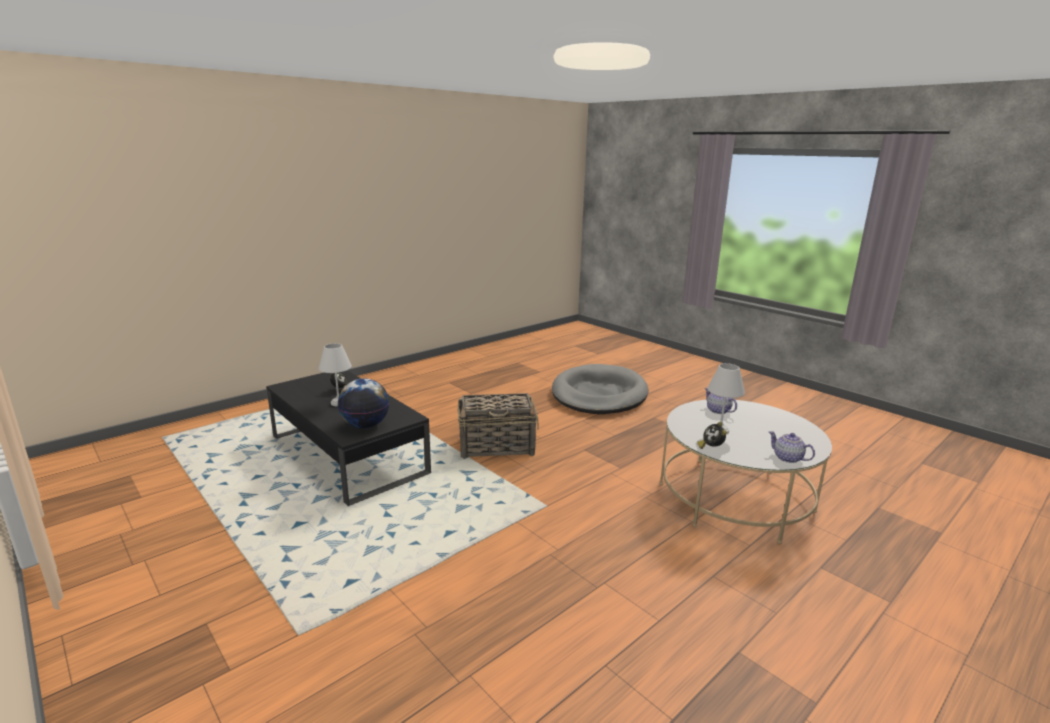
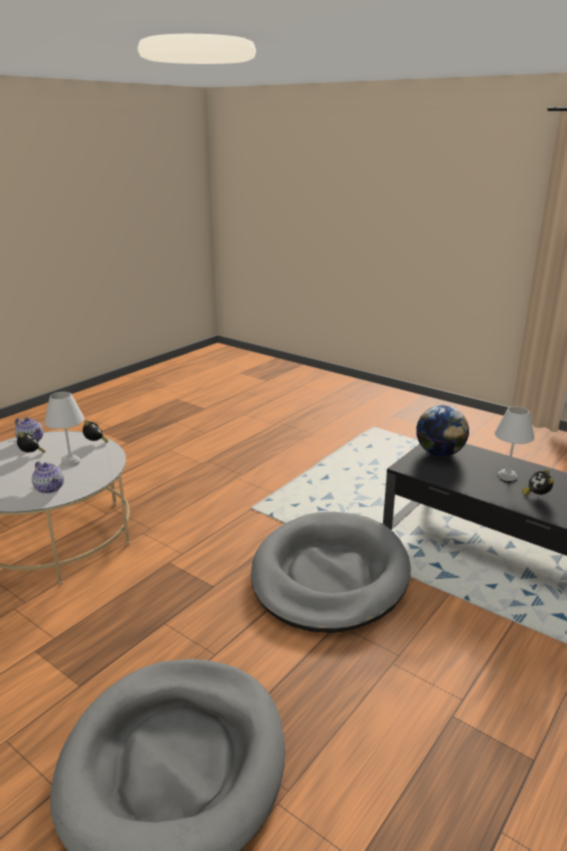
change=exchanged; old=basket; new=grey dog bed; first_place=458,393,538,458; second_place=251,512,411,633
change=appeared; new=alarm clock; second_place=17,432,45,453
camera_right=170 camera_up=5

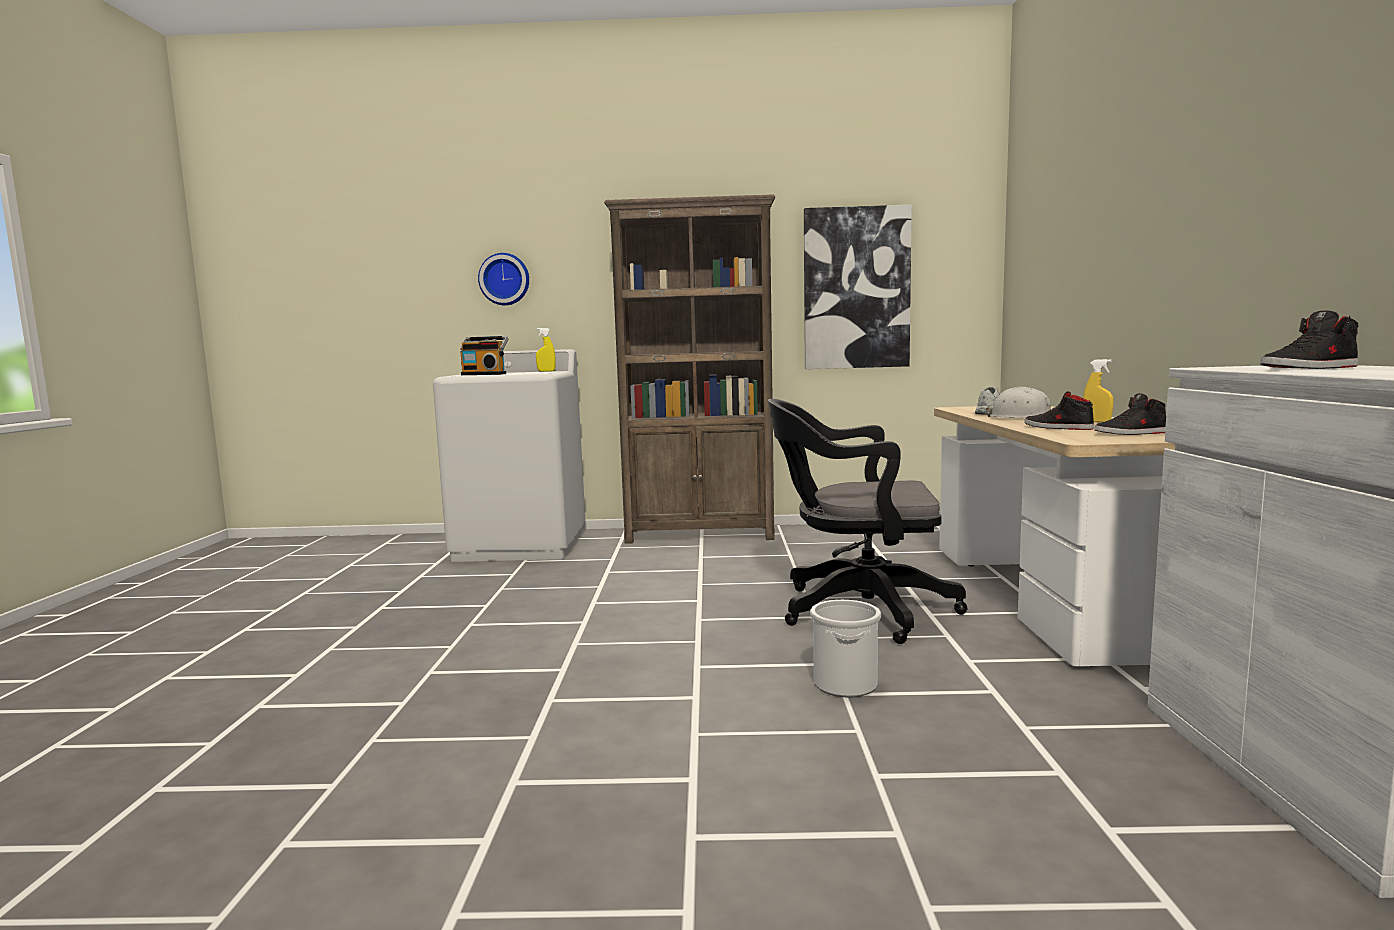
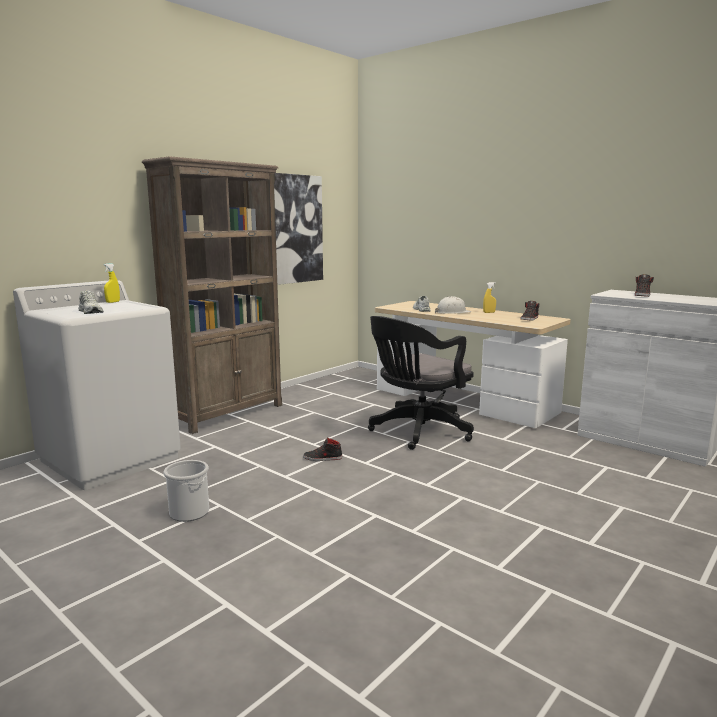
change=missing; old=wall clock; first_place=478,253,529,305
change=exchanged; old=radio; new=white shoe; first_place=460,336,508,375; second_place=78,291,104,314
change=relocated; old=black shoe; first_place=1024,391,1094,430; second_place=303,437,342,461
change=relocated; old=bucket; first_place=810,600,881,698; second_place=164,460,209,522
camera_right=-50 camera_up=5

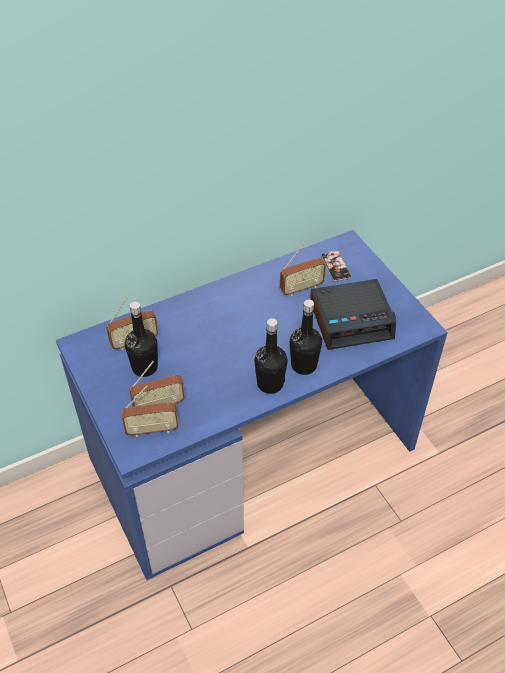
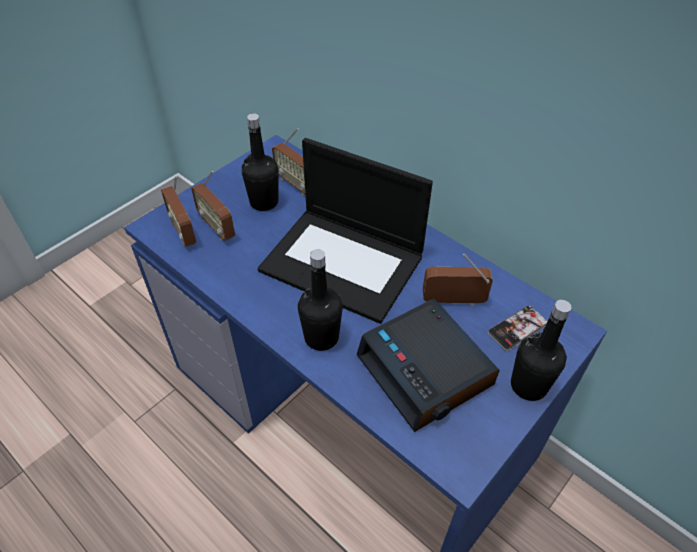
change=spun; old=radio; first_place=280,244,326,296; second_place=423,254,493,306; degrees=135
change=relocated; old=black bottle; first_place=254,318,288,394; second_place=511,300,571,401
change=appeared; new=laptop; second_place=258,138,433,324
camera_right=70 camera_up=0

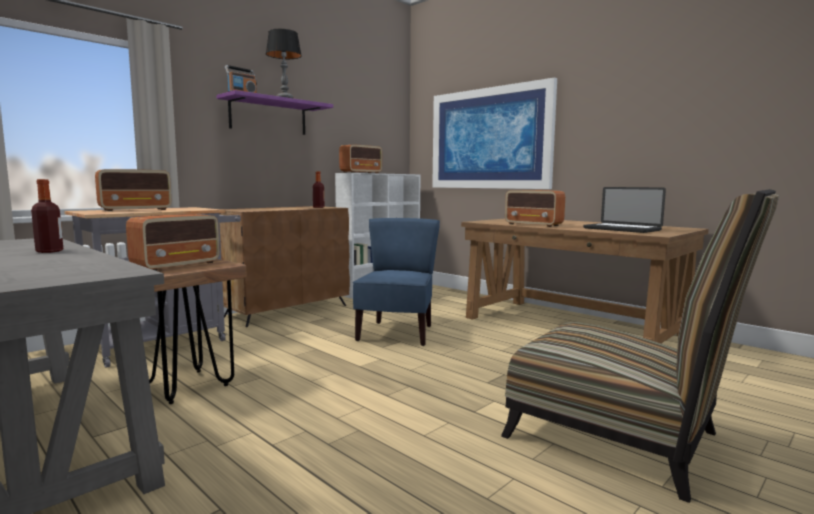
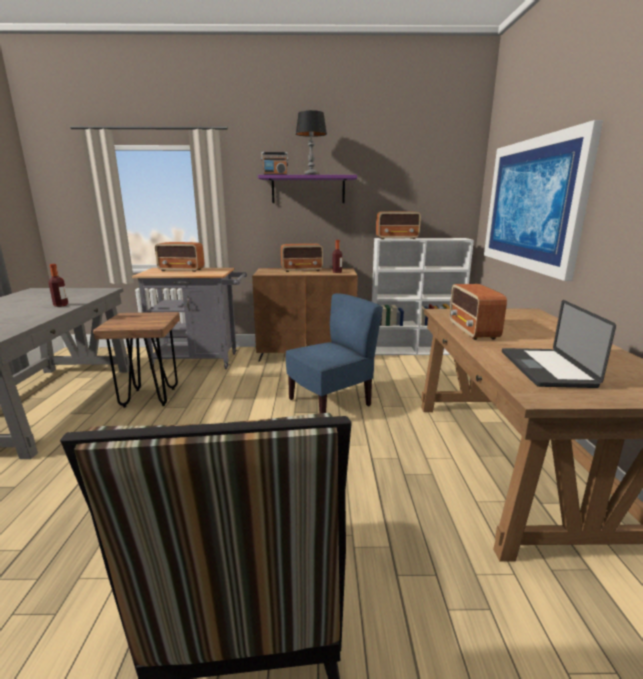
change=relocated; old=radio; first_place=126,214,220,271; second_place=281,244,323,272
camera_right=45 camera_up=10

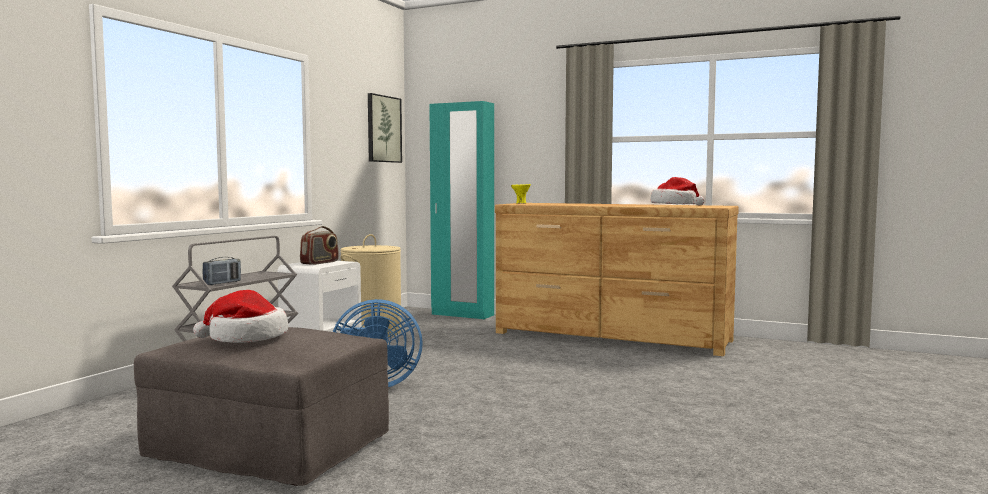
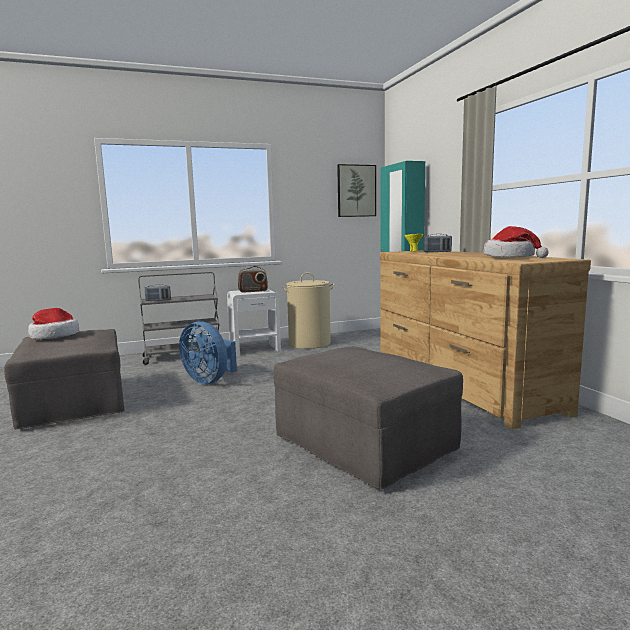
change=appeared; new=radio; second_place=423,234,452,252
change=appeared; new=grey ottoman; second_place=274,346,463,489
camera_right=45 camera_up=5

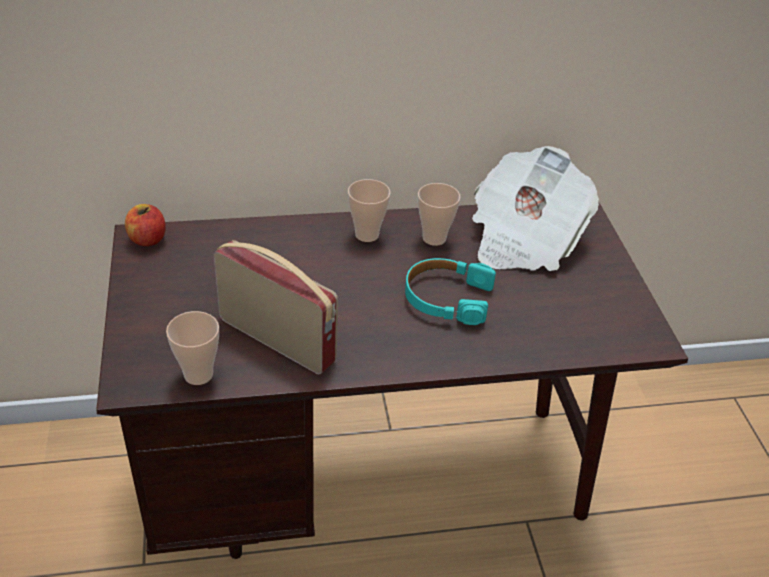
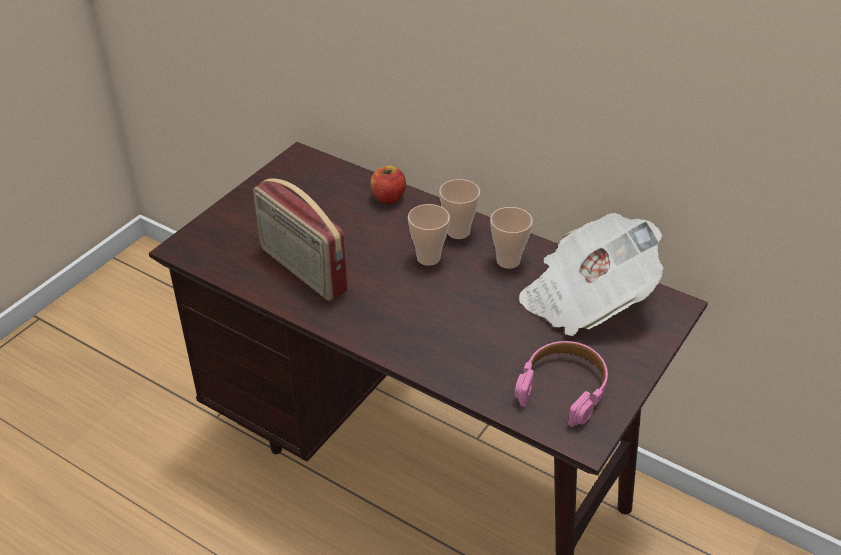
change=relocated; old=apple; first_place=125,204,166,246; second_place=371,166,406,204
change=spun; old=radio; first_place=213,240,338,375; second_place=253,178,348,301; degrees=150
change=missing; old=turquoise headphones; first_place=405,258,496,325
change=relocated; old=cup; first_place=166,311,219,385; second_place=408,204,450,266
change=appeared; new=pink headphones; second_place=514,341,608,427
camera_right=45 camera_up=0

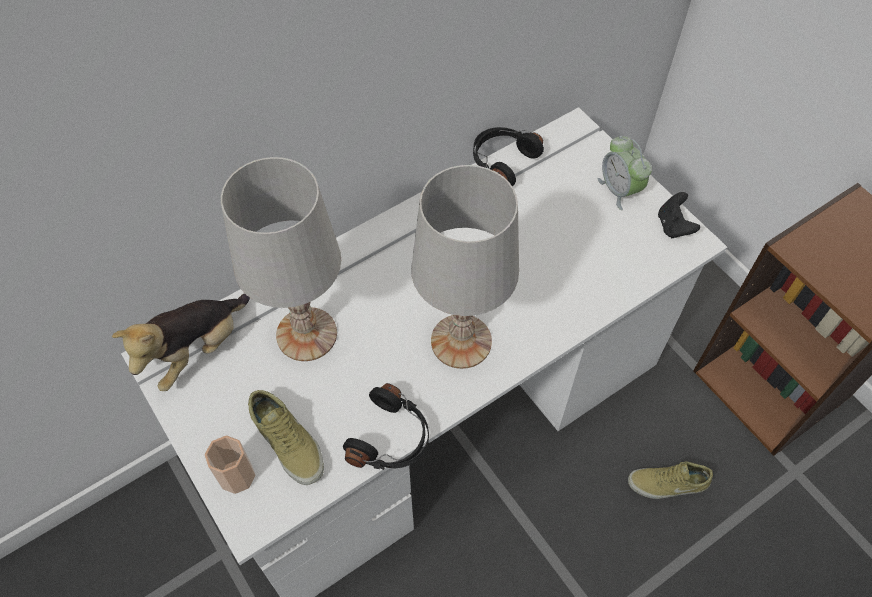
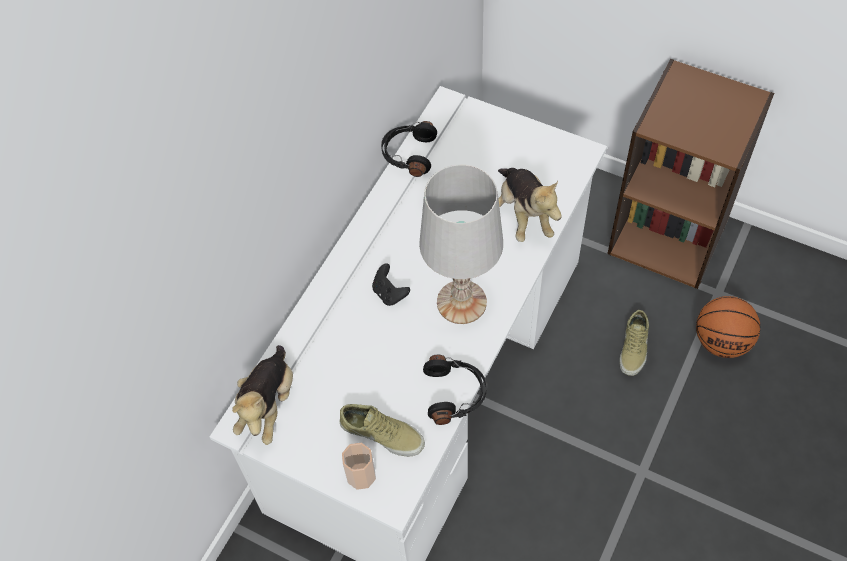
change=missing; old=alarm clock; first_place=598,136,652,211
change=missing; old=white table lamp; first_place=221,157,341,361
change=relocated; old=black game controller; first_place=658,192,700,238; second_place=372,263,410,306
change=spun; old=beige shoe; first_place=628,461,713,499; second_place=619,310,649,376; degrees=-45
change=appeared; new=plush toy; second_place=498,168,562,242
change=appeared; new=basketball; second_place=696,296,760,358
camera_right=-25 camera_up=0

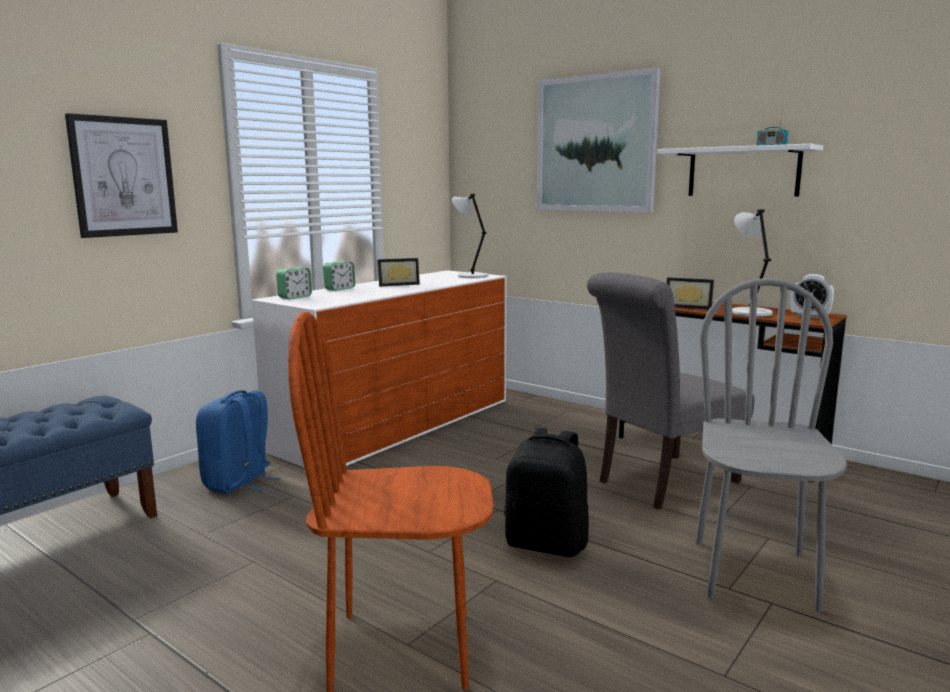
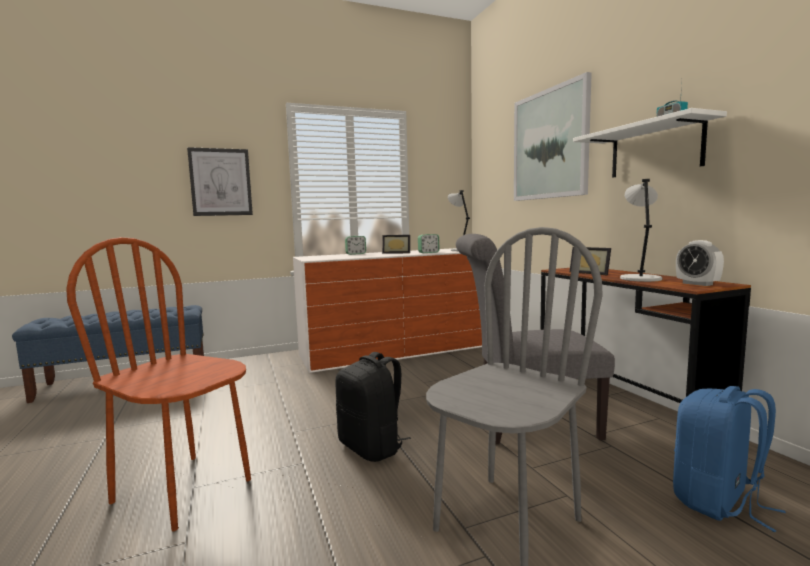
change=relocated; old=alarm clock; first_place=276,267,312,299; second_place=418,234,439,253
change=relocated; old=blue backpack; first_place=196,390,281,494; second_place=673,386,786,532
camera_right=30 camera_up=-5

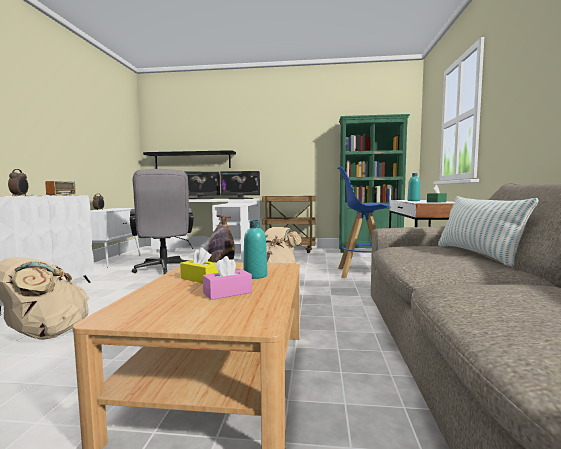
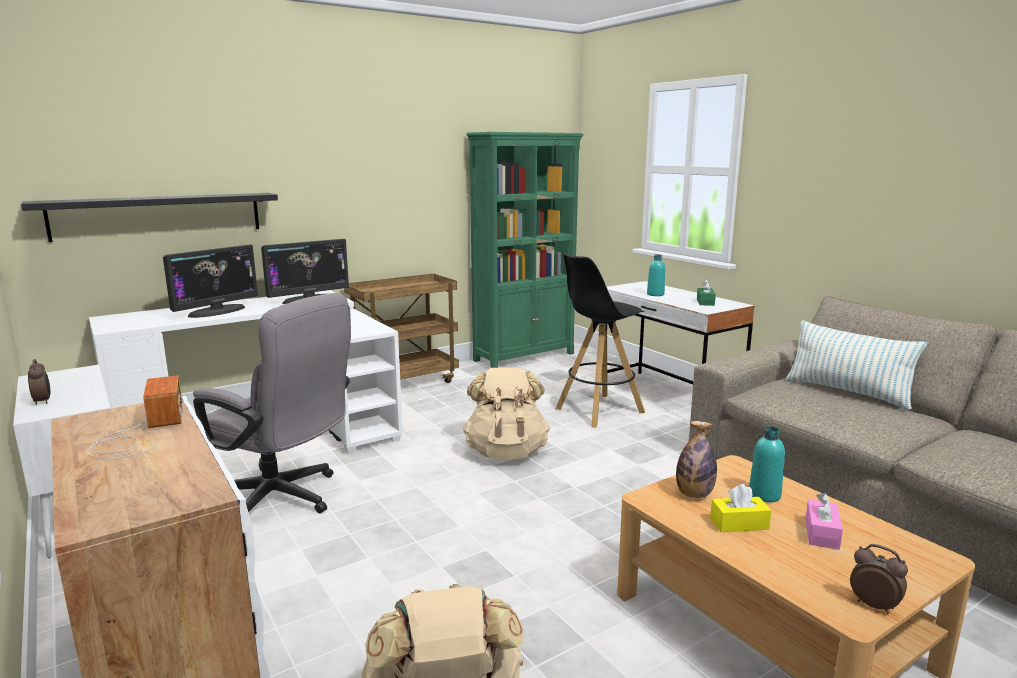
change=colour; old=blue stool; new=black stool; first_place=337,167,389,278; second_place=555,253,645,428
change=relocated; old=alarm clock; first_place=8,169,28,196; second_place=850,544,908,614
camera_right=-40 camera_up=10

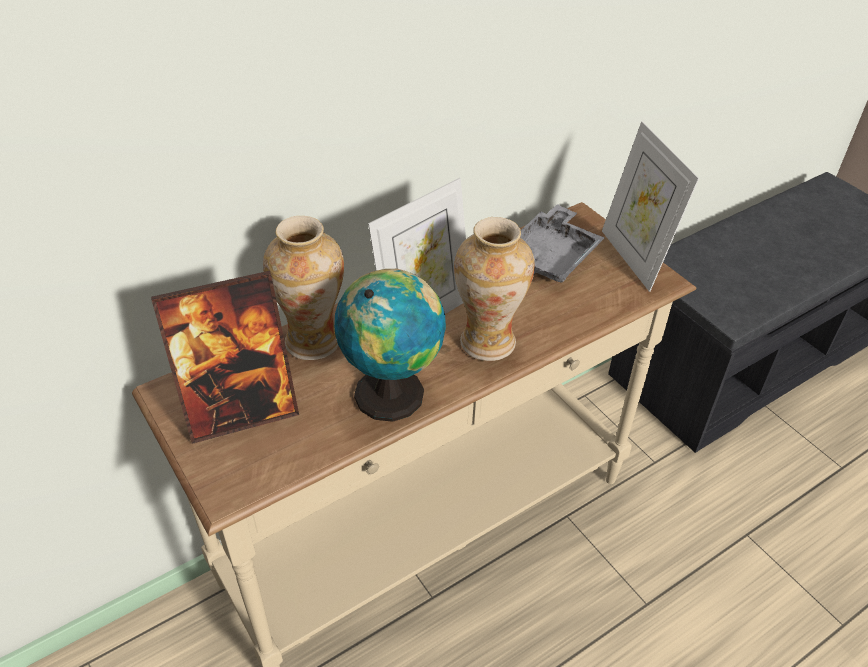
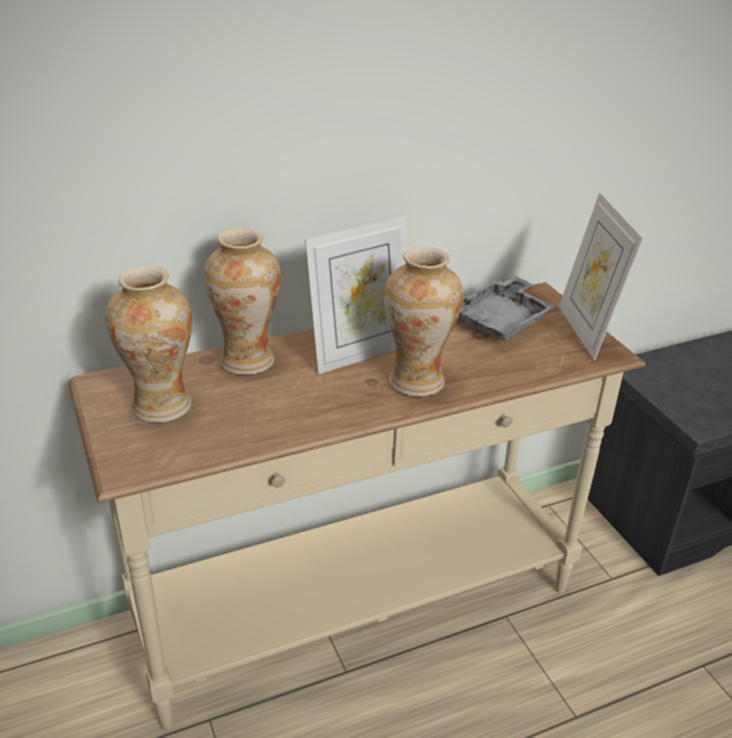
change=missing; old=globe; first_place=334,269,446,422
change=exchanged; old=picture frame; new=vase; first_place=151,271,299,444; second_place=105,265,192,423
camera_right=10 camera_up=-10

